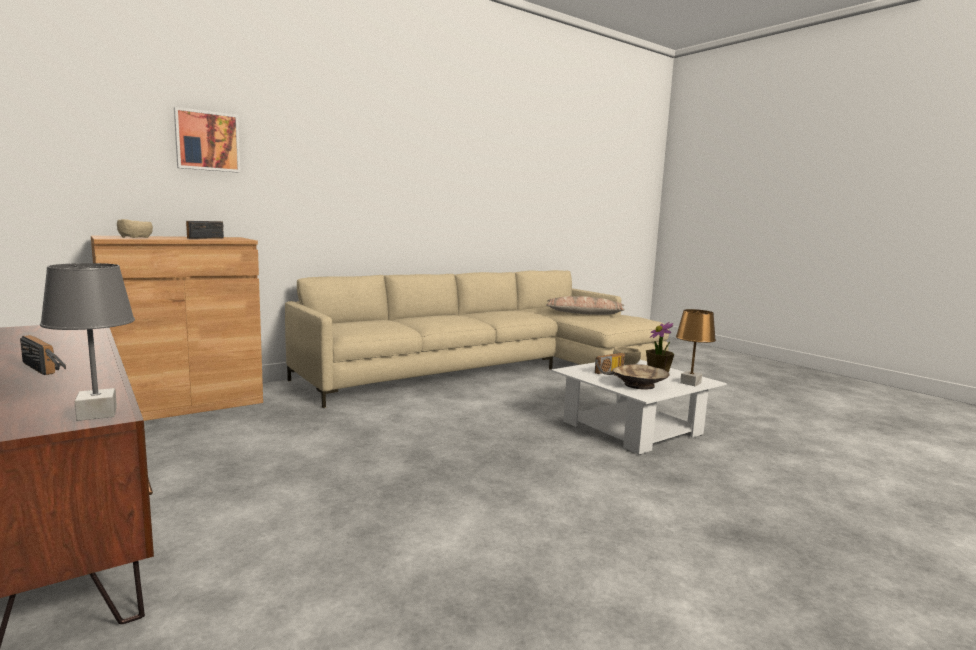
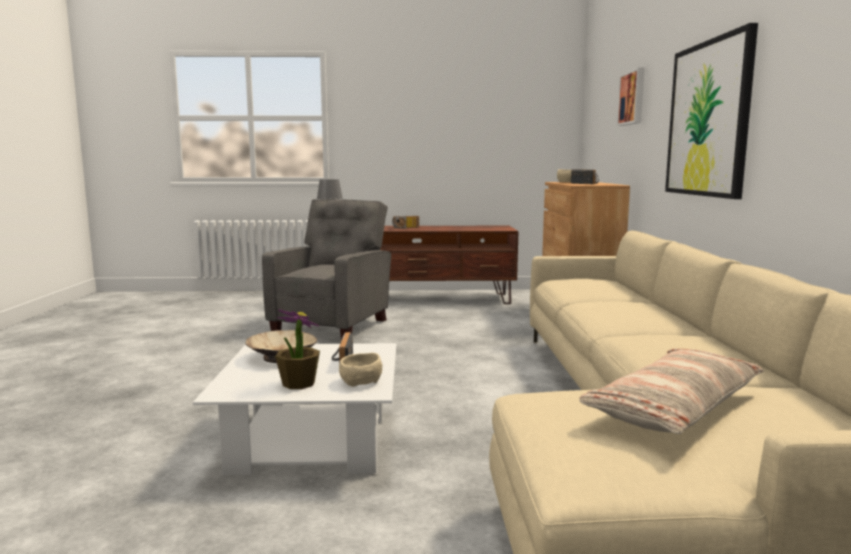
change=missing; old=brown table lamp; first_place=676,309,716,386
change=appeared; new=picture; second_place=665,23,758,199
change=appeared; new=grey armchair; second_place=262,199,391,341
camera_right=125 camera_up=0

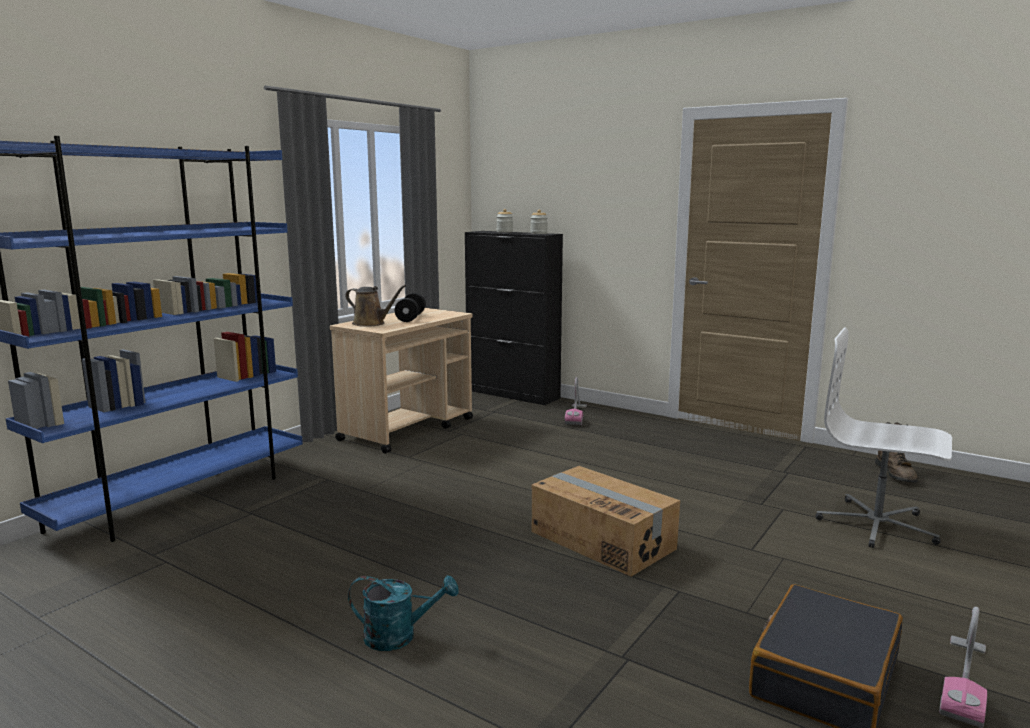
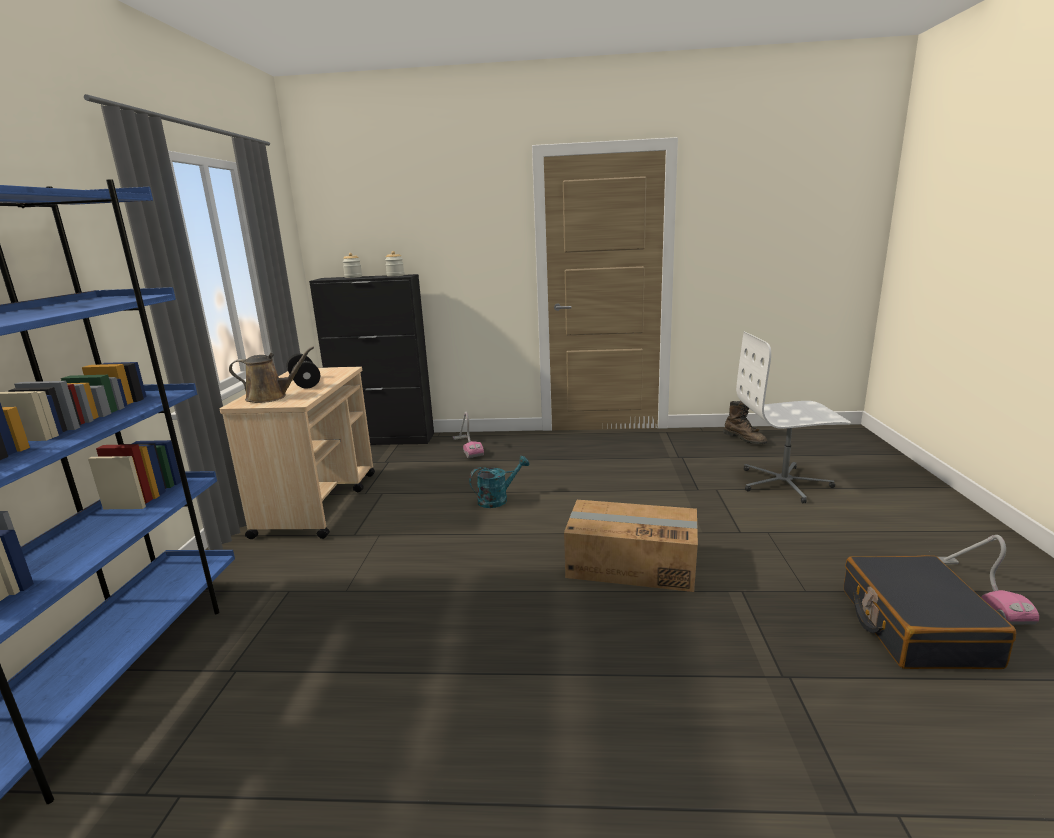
change=relocated; old=turquoise watering can; first_place=348,575,459,651; second_place=469,456,529,508
camera_right=-30 camera_up=5

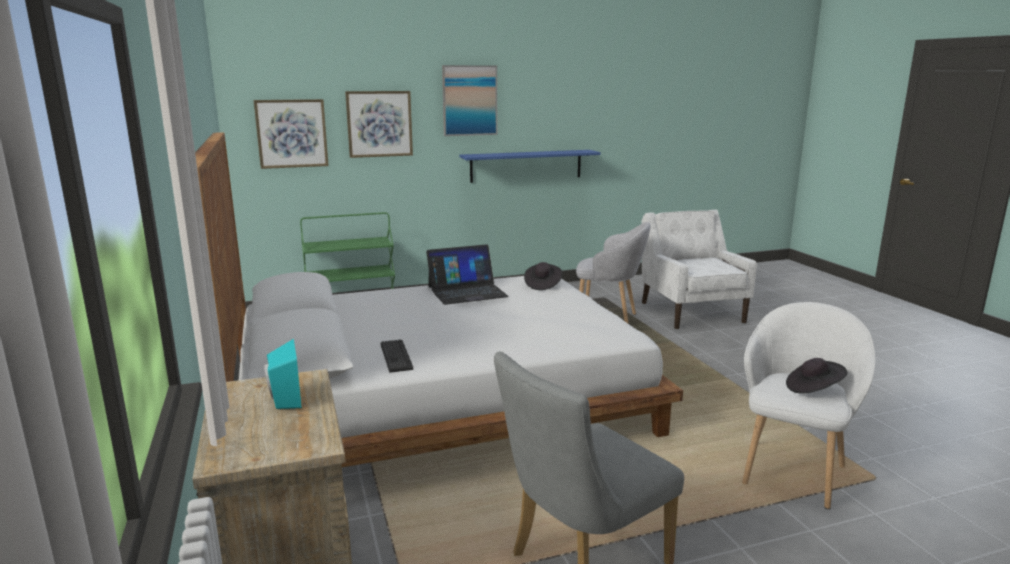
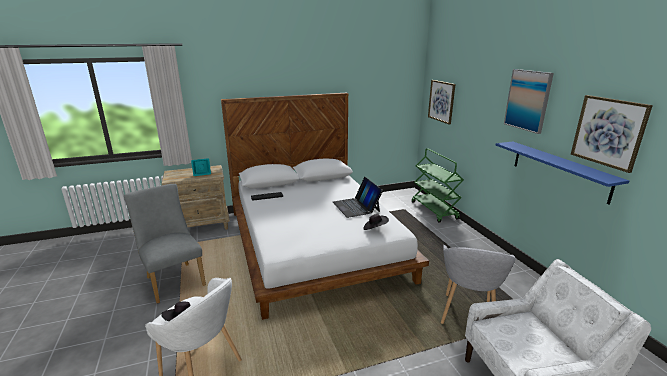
change=relocated; old=picture; first_place=345,91,413,158; second_place=571,95,653,173
camera_right=90 camera_up=5

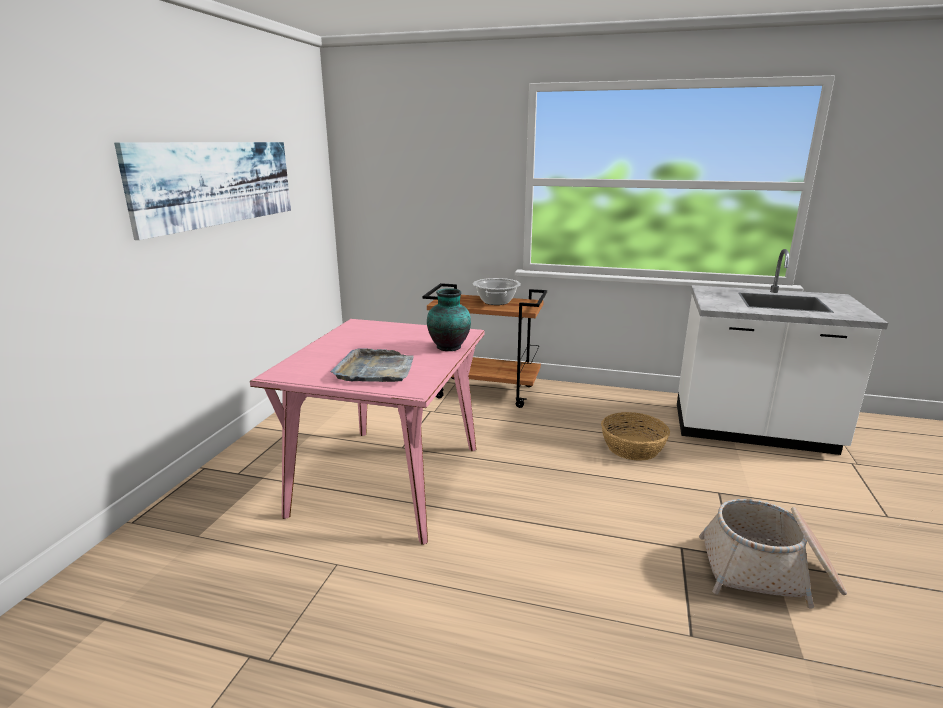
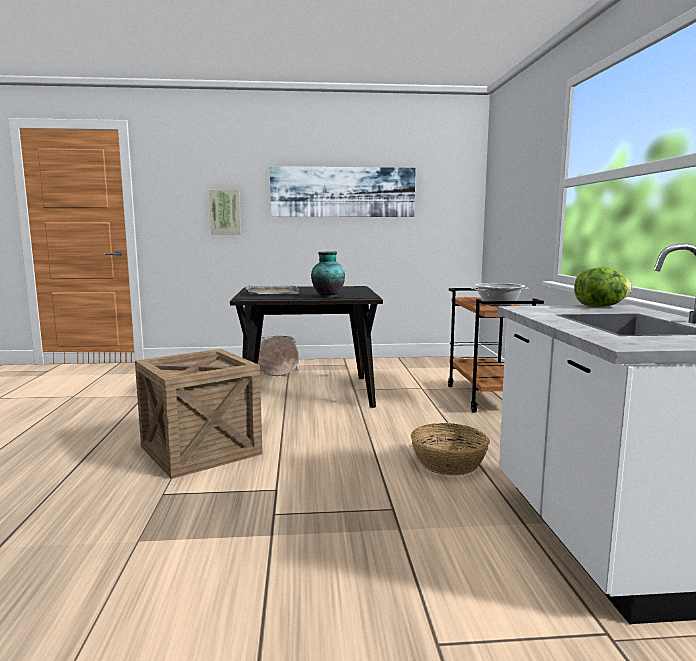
change=colour; old=pink dining table; new=black dining table; first_place=250,319,485,545; second_place=230,286,383,408
change=relocated; old=basket; first_place=699,499,847,608; second_place=258,336,300,376
change=appeared; new=picture; second_place=209,190,241,234
change=appeared; new=lettuce; second_place=574,267,632,307
change=appeared; new=crate; second_place=135,349,263,479
camera_right=70 camera_up=-10

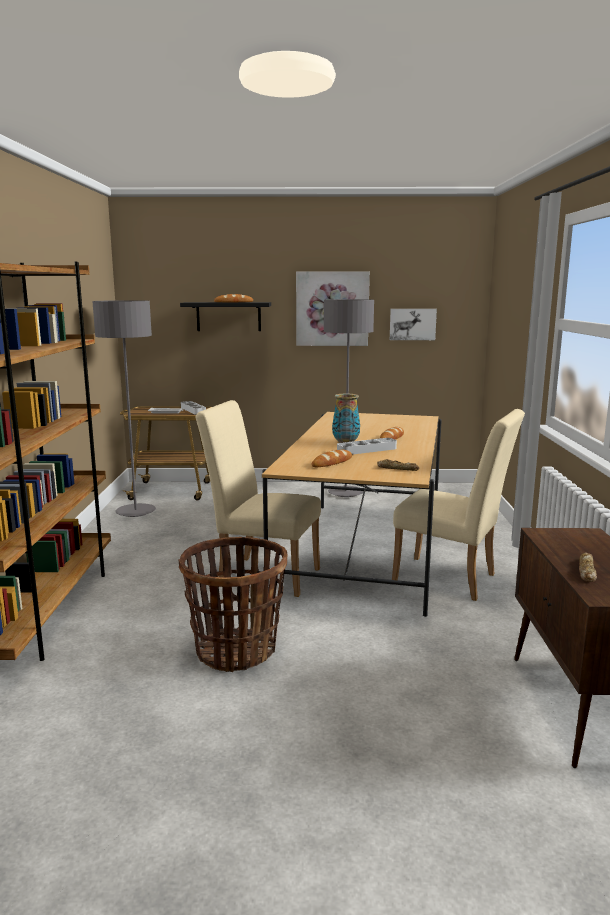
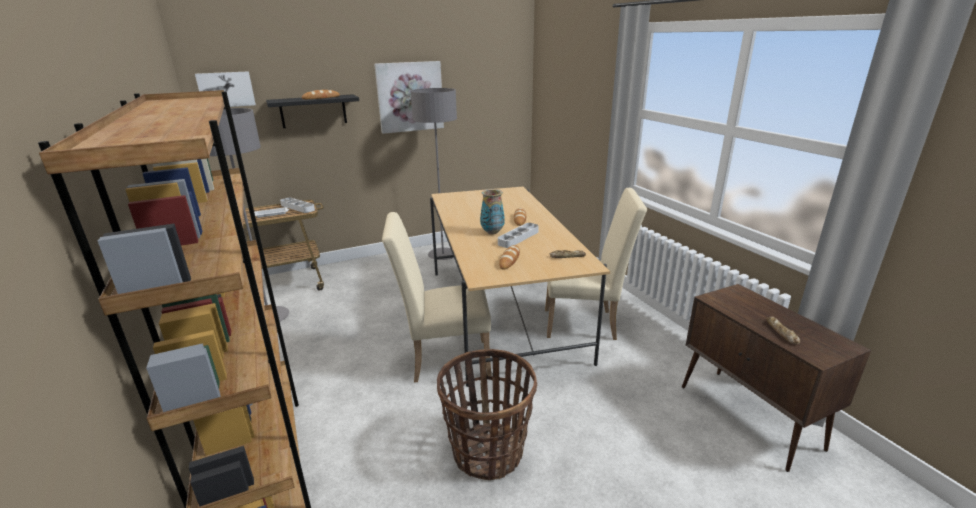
change=relocated; old=picture; first_place=390,309,437,340; second_place=195,71,256,107
camera_right=-25 camera_up=10

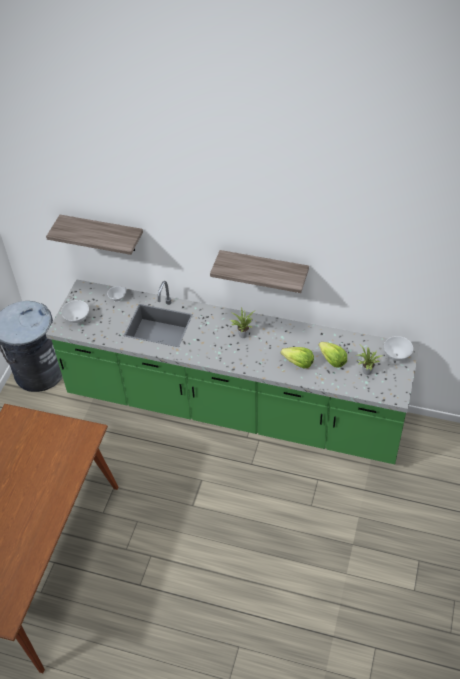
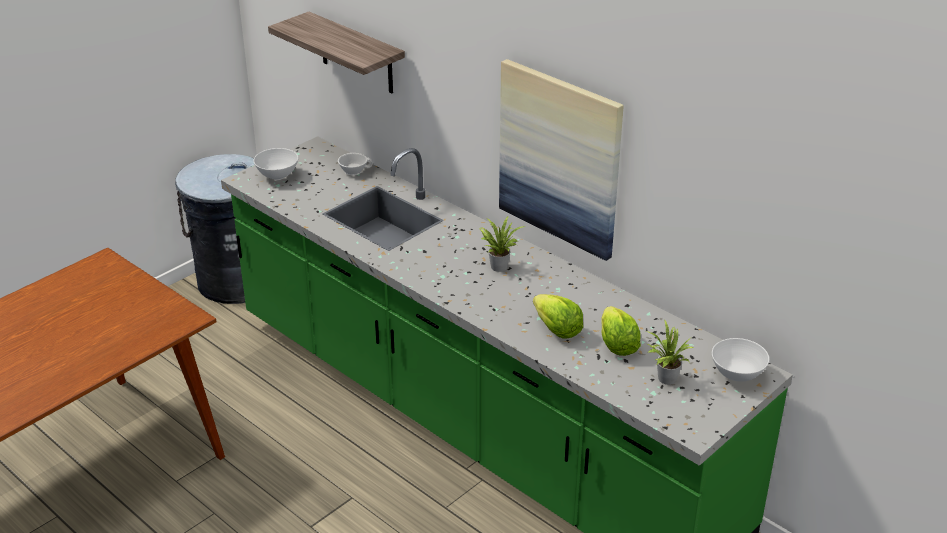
change=exchanged; old=shelf; new=picture; first_place=210,250,309,293; second_place=499,59,624,261
camera_right=25 camera_up=-15

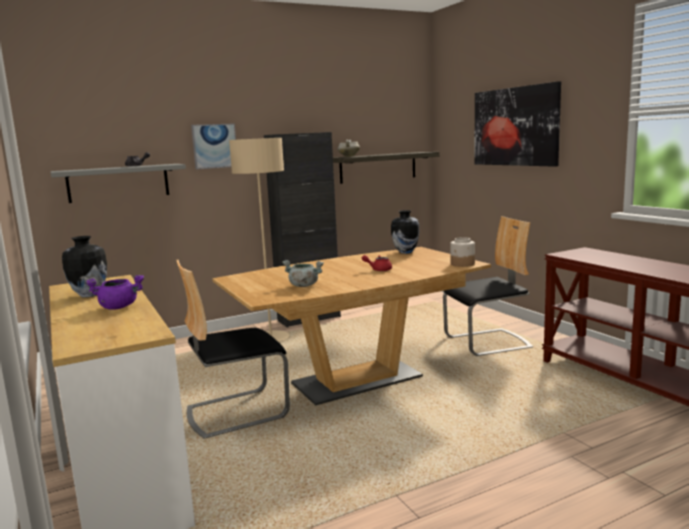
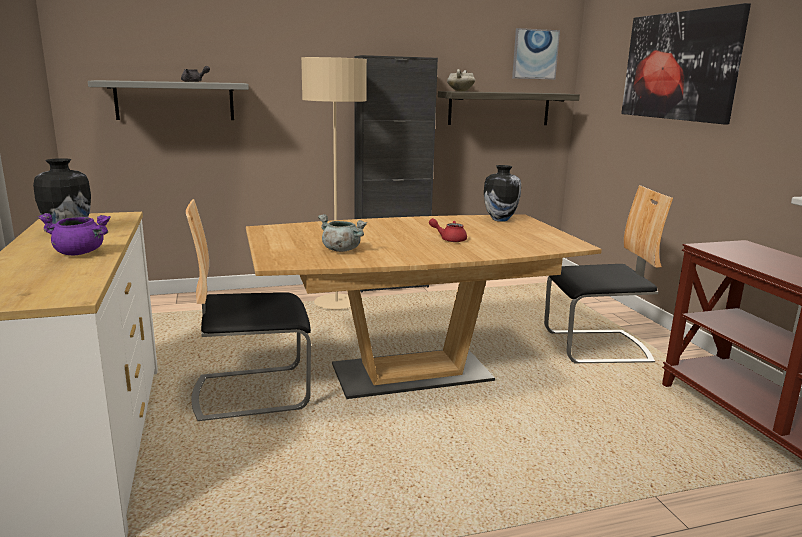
change=relocated; old=picture; first_place=191,123,236,169; second_place=512,28,560,80
change=missing; old=jar; first_place=450,237,475,267
camera_right=10 camera_up=5

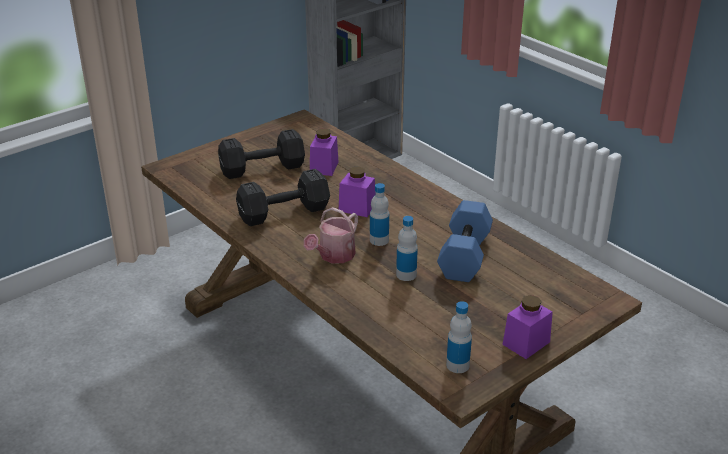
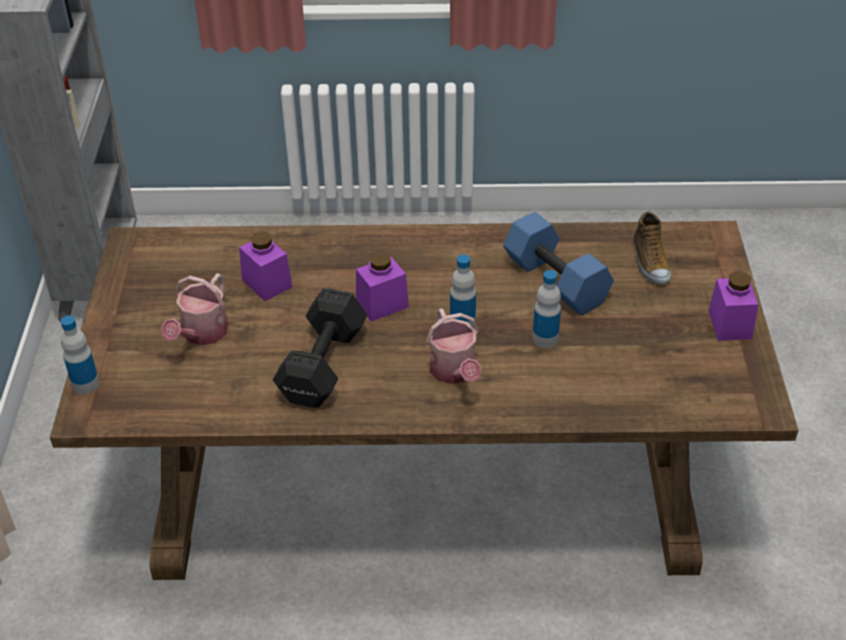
change=exchanged; old=black dumbbell; new=watering can; first_place=218,129,305,179; second_place=161,273,228,345
change=relocated; old=bottle; first_place=446,301,472,373; second_place=61,316,99,394
change=appeared; new=shoe; second_place=633,211,671,284
camera_right=-50 camera_up=10

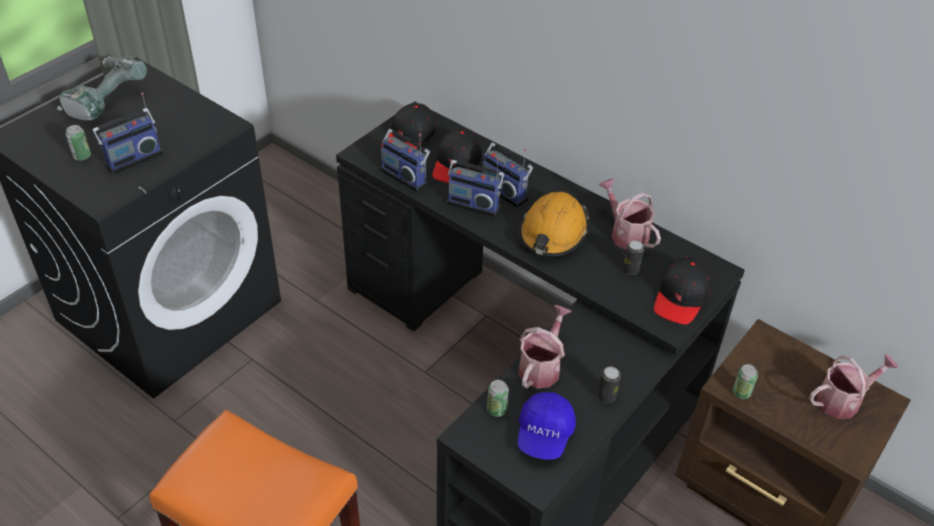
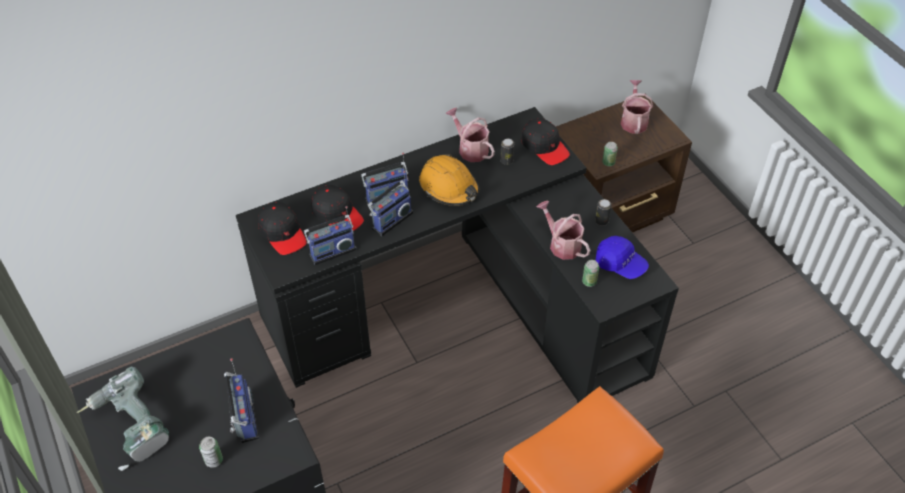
change=spun; old=watering can; first_place=598,179,661,250; second_place=446,108,495,162; degrees=60
camera_right=-65 camera_up=5

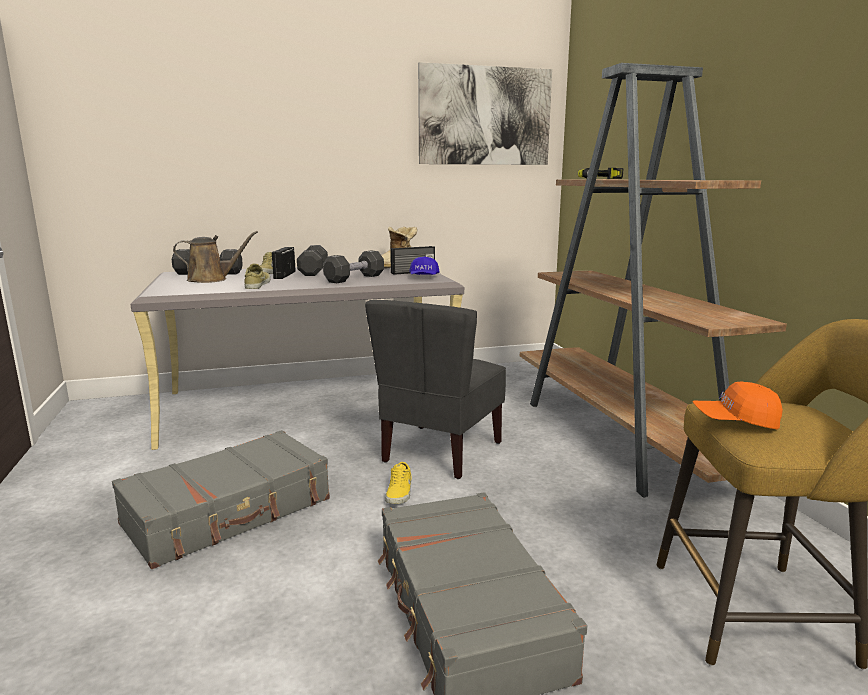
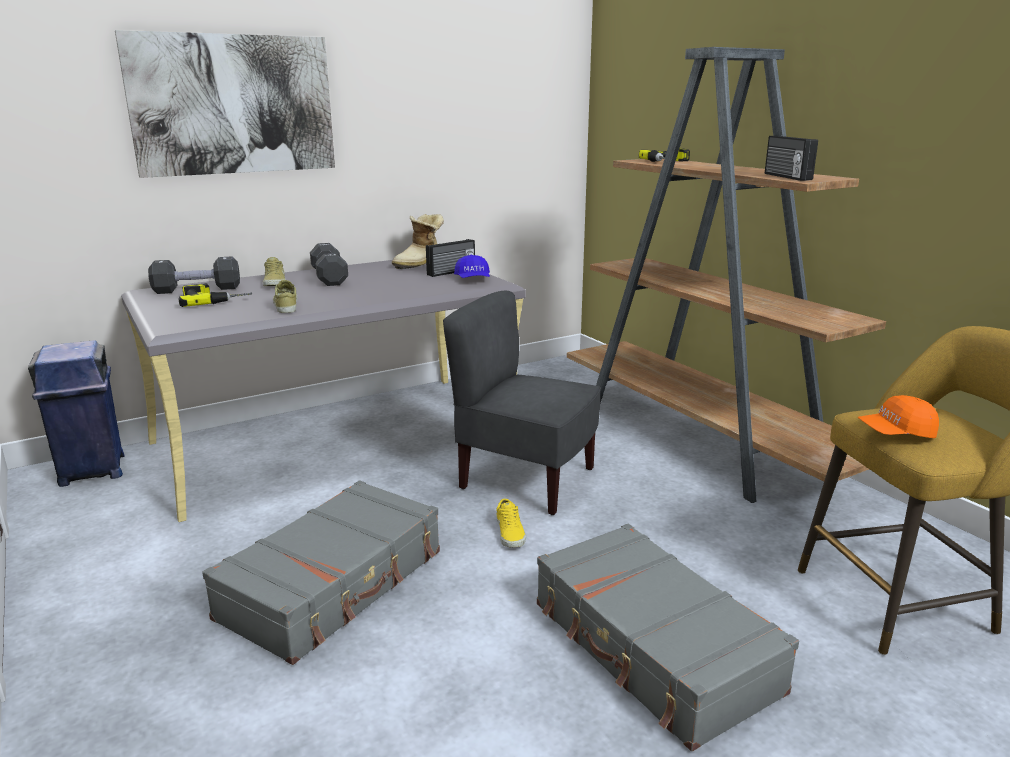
change=relocated; old=picture; first_place=418,62,552,165; second_place=115,30,335,178
change=exchanged; old=brown watering can; new=power drill; first_place=173,231,258,283; second_place=178,283,252,307
change=relocated; old=radio; first_place=271,247,296,279; second_place=765,136,818,181
change=missing; old=black dumbbell; first_place=323,251,384,283
change=spun; old=grey chair; first_place=365,300,506,479; second_place=443,291,601,515; degrees=105
change=appeared; new=blue trash can; second_place=28,340,124,487
camera_right=-15 camera_up=5

